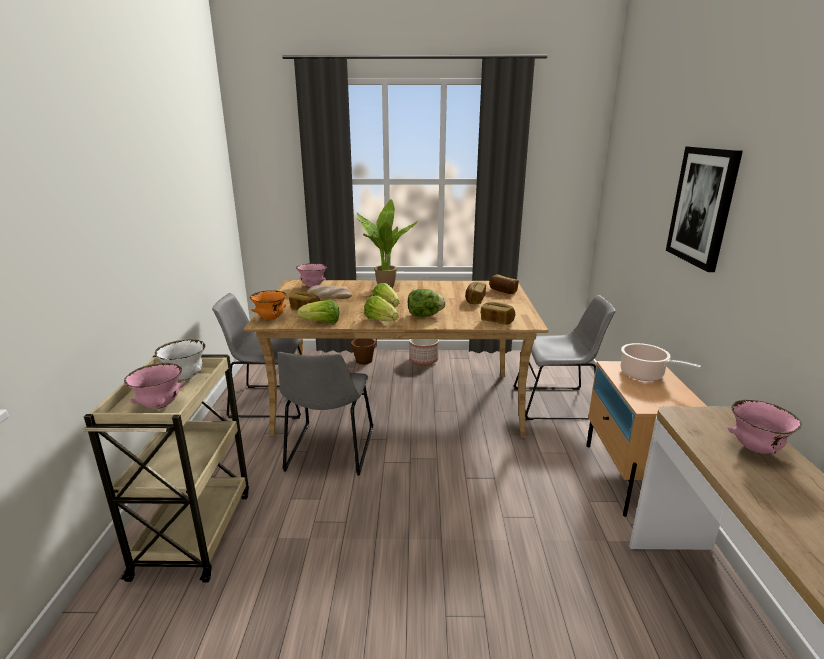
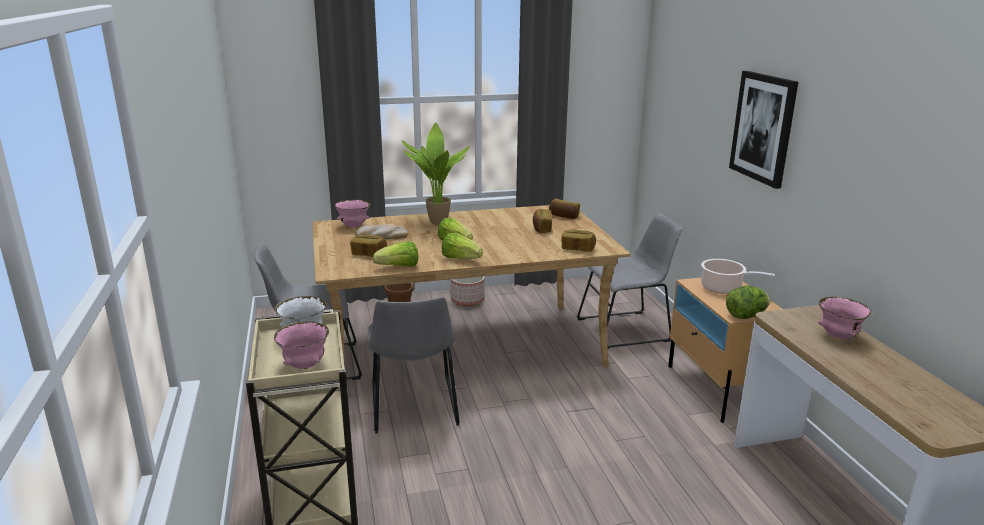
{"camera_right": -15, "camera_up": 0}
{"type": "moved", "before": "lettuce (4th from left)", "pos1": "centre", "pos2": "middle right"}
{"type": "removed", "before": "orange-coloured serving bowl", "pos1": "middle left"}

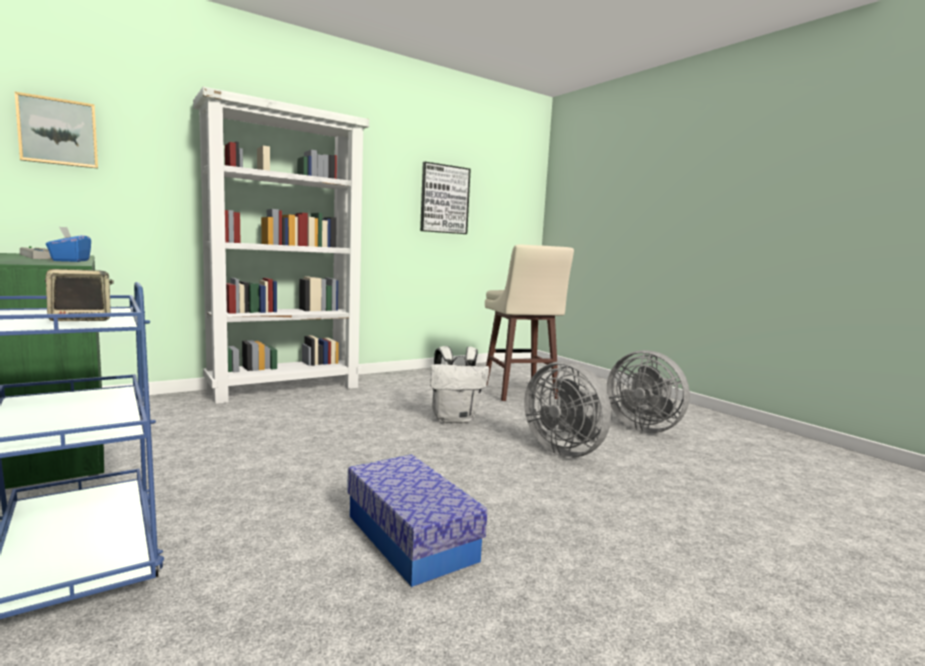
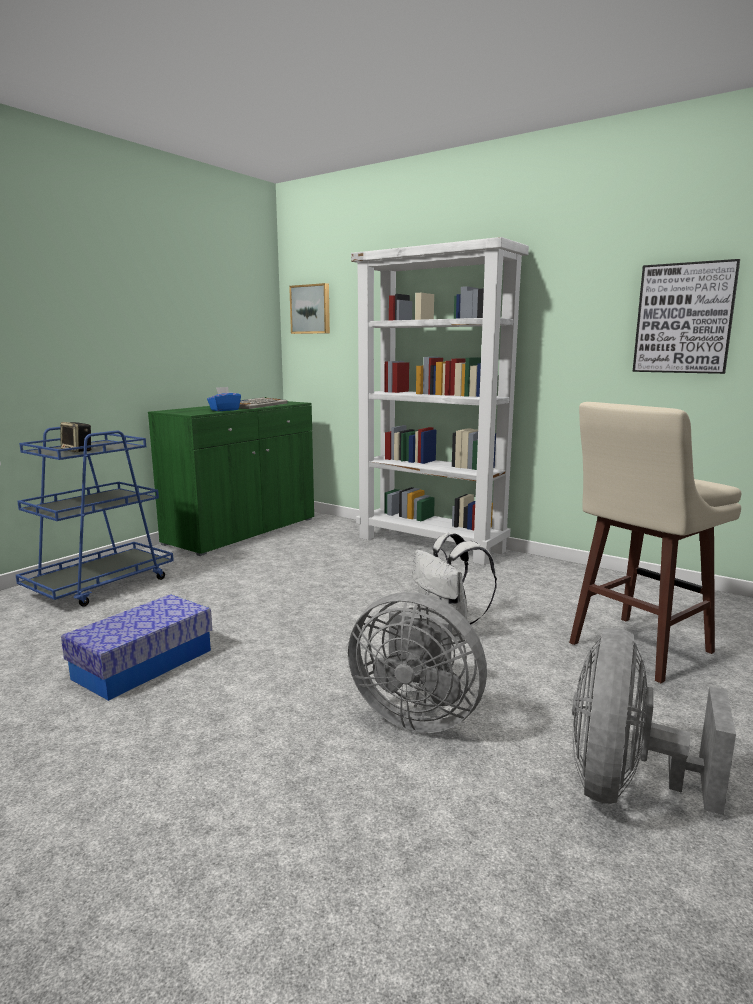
{"camera_right": 70, "camera_up": 5}
{"type": "turned", "before": "greyish electric fan (1st from left)", "pos1": "centre", "pos2": "centre", "turn": -90}

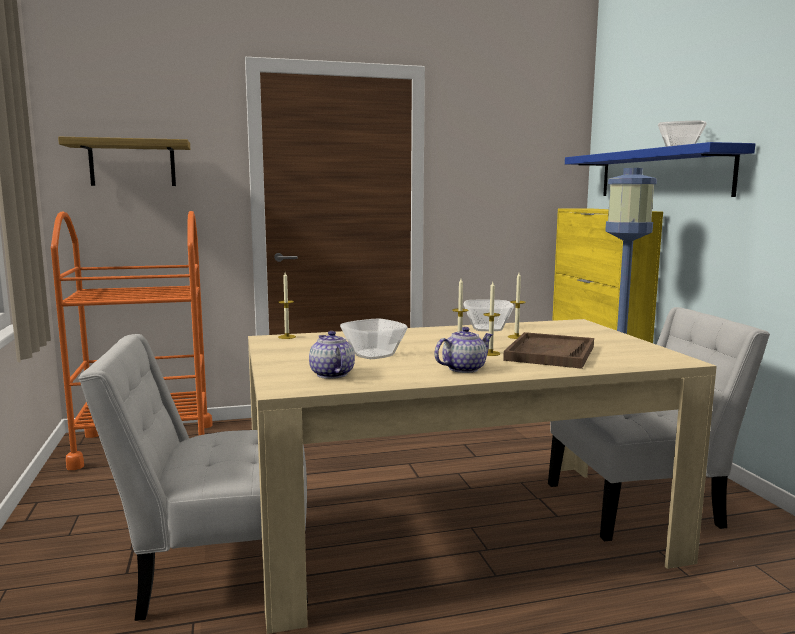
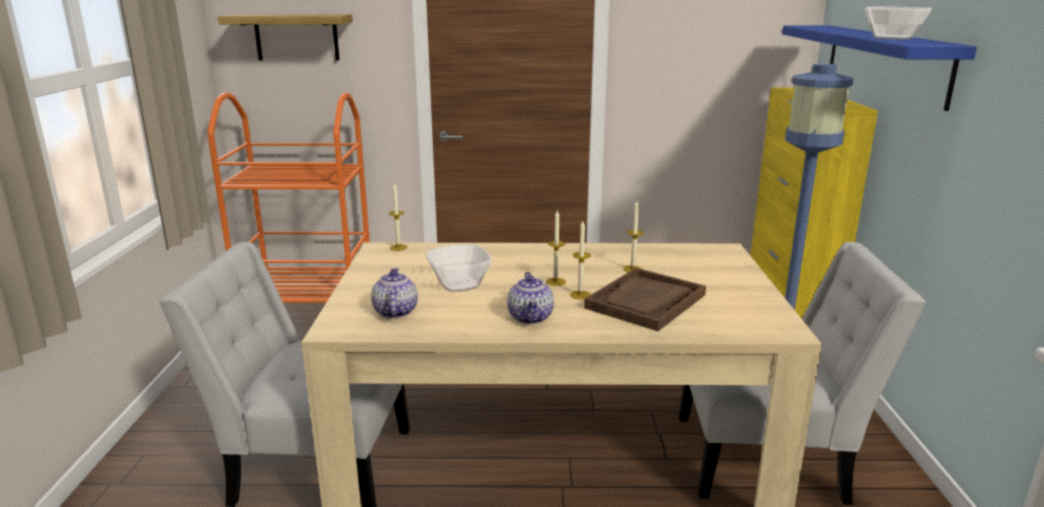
{"camera_right": 15, "camera_up": 10}
{"type": "turned", "before": "teapot (2nd from left)", "pos1": "centre", "pos2": "centre", "turn": 105}
{"type": "removed", "before": "serving bowl (2nd from left)", "pos1": "centre"}

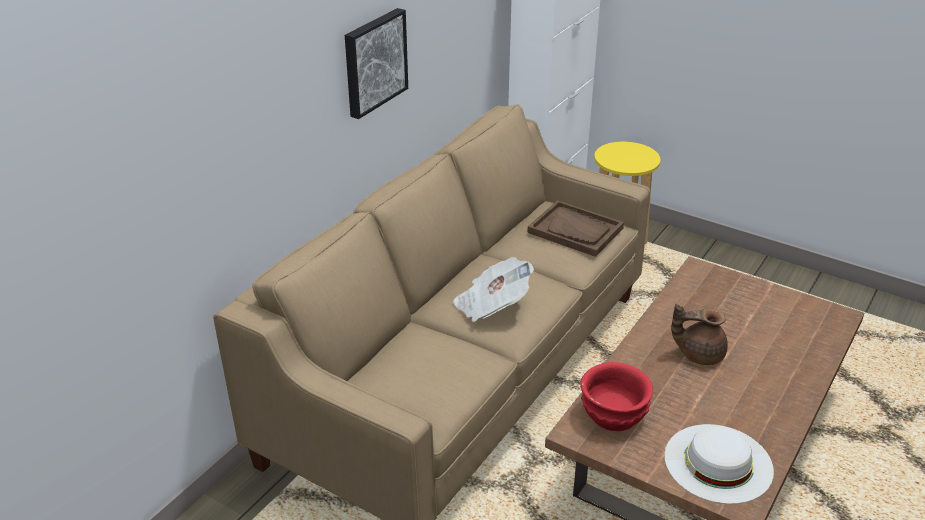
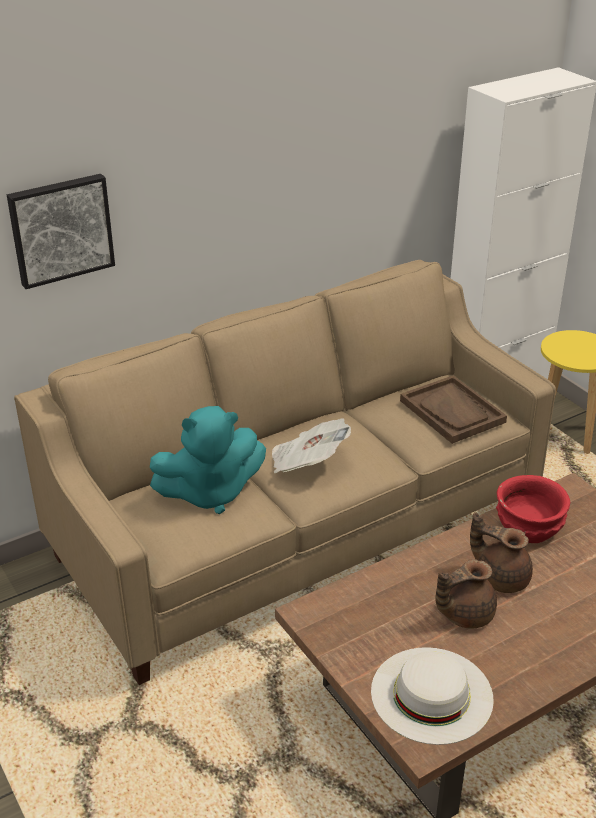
{"camera_right": 25, "camera_up": 0}
{"type": "moved", "before": "wall art", "pos1": "top centre", "pos2": "top left"}
{"type": "added", "after": "blue-green cuddly toy", "pos2": "centre"}
{"type": "added", "after": "brown teapot (1st from left)", "pos2": "bottom right"}
{"type": "moved", "before": "red-coloured serving bowl", "pos1": "bottom right", "pos2": "middle right"}

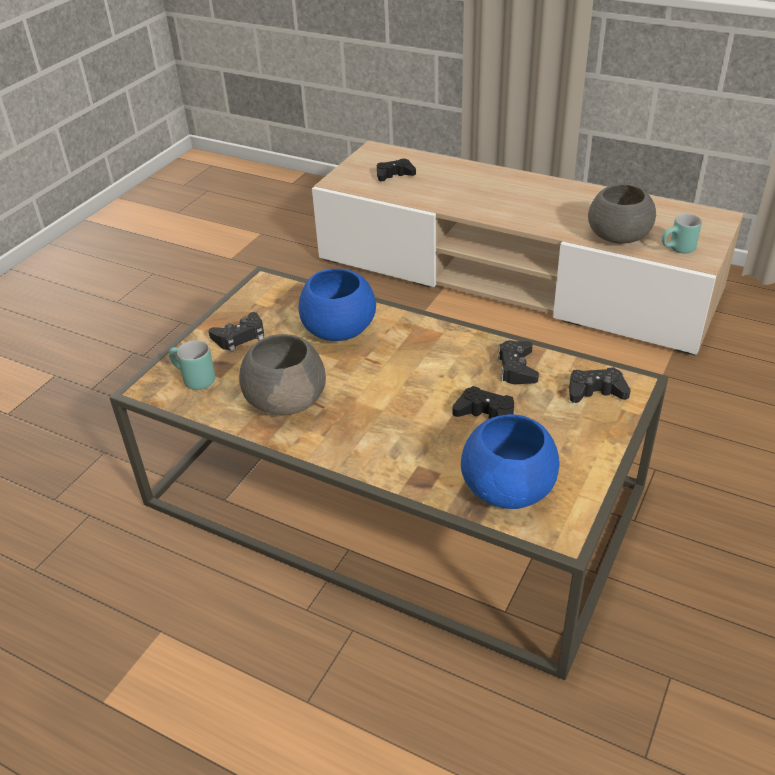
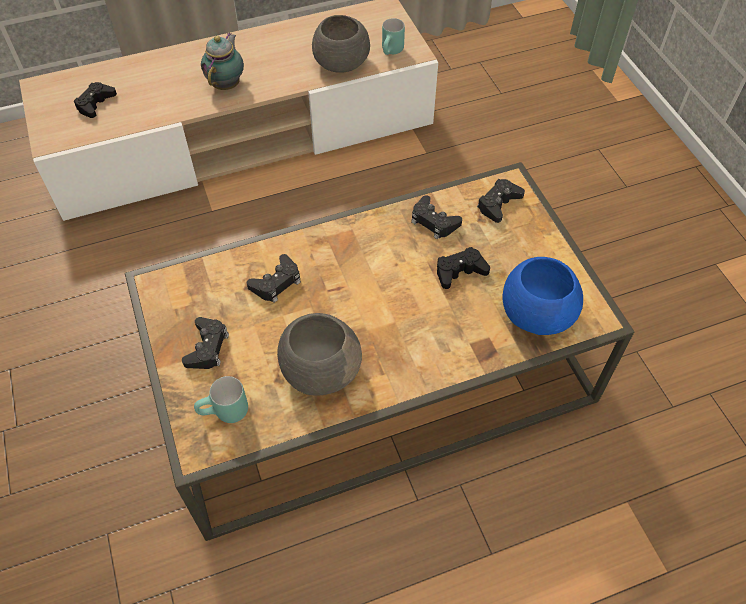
{"camera_right": -50, "camera_up": 15}
{"type": "added", "after": "teapot", "pos2": "top left"}
{"type": "replaced", "before": "blue serving bowl (1st from left)", "after": "blackish gamepad (3rd from left)", "pos1": "centre", "pos2": "centre"}

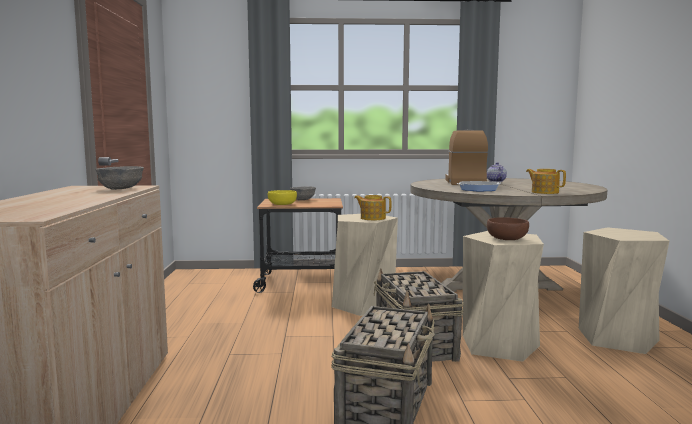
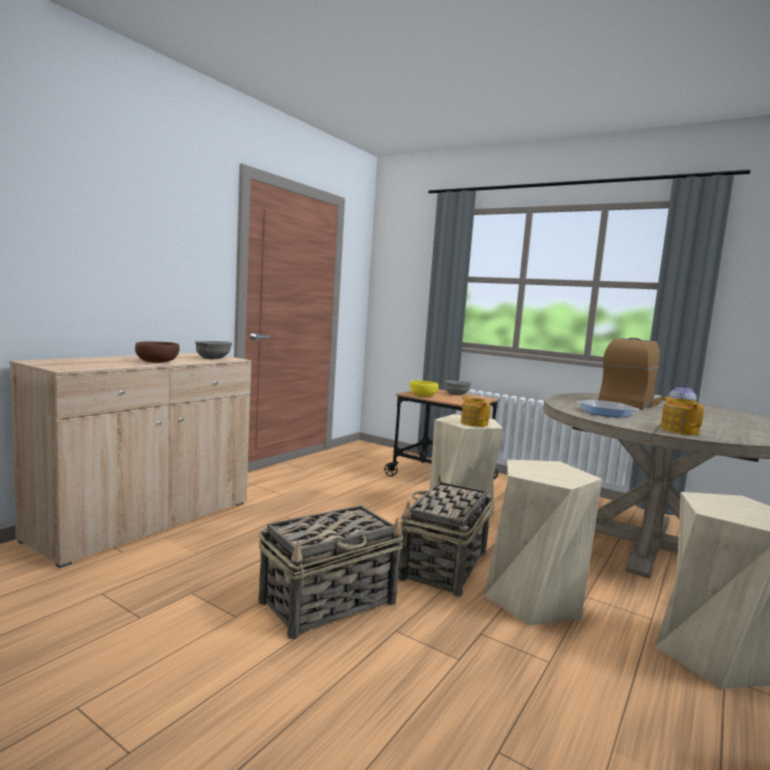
{"camera_right": 35, "camera_up": 0}
{"type": "moved", "before": "brown serving bowl", "pos1": "middle right", "pos2": "middle left"}

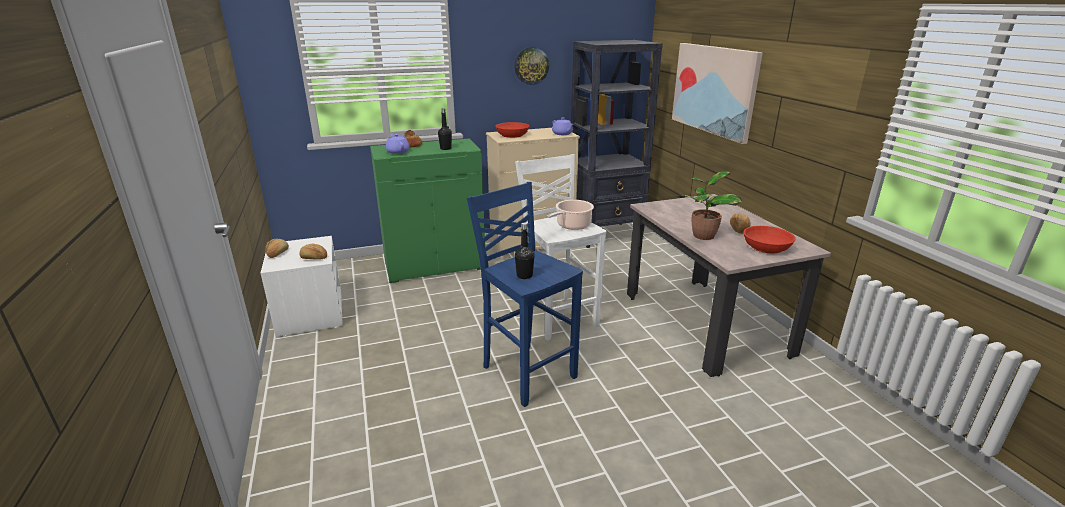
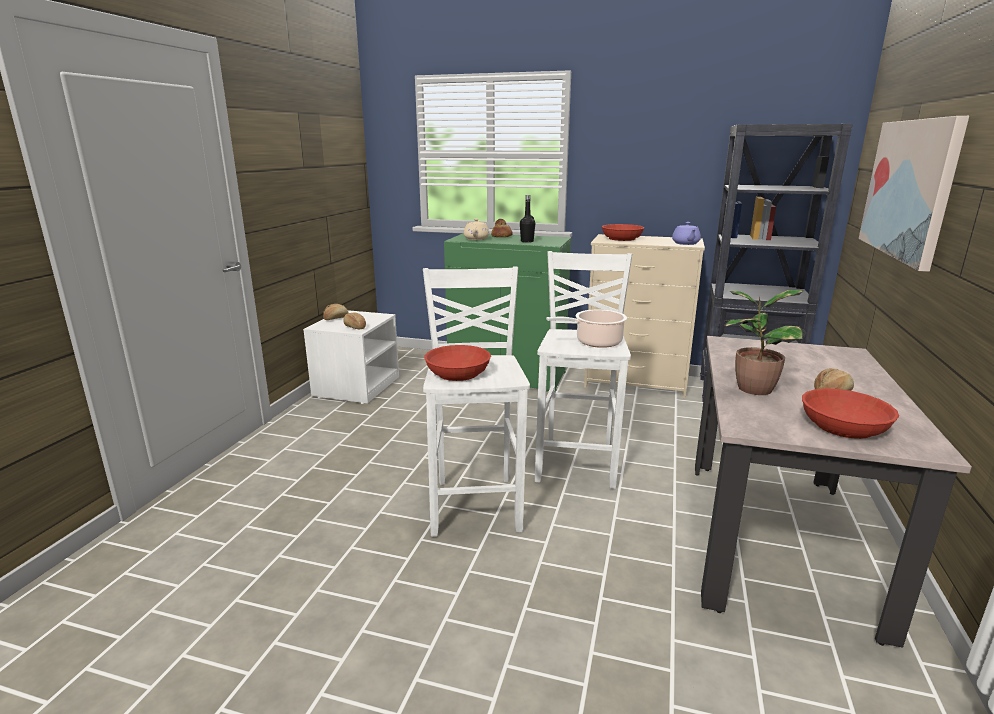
{"camera_right": 35, "camera_up": -5}
{"type": "recoloured", "before": "blue sitting stool", "after": "white-coloured sitting stool (1st from left)", "pos1": "centre", "pos2": "centre"}
{"type": "replaced", "before": "blackish drink bottle (2nd from left)", "after": "red-coloured serving bowl (1st from left)", "pos1": "centre", "pos2": "centre"}
{"type": "recoloured", "before": "purple-coloured teapot (1st from left)", "after": "sand-coloured teapot", "pos1": "top centre", "pos2": "top centre"}
{"type": "removed", "before": "hanging clock", "pos1": "top centre"}

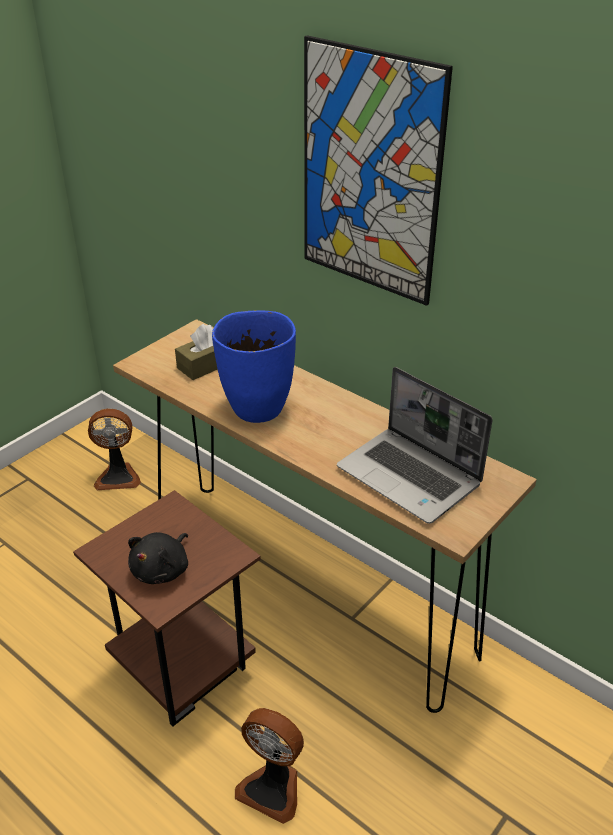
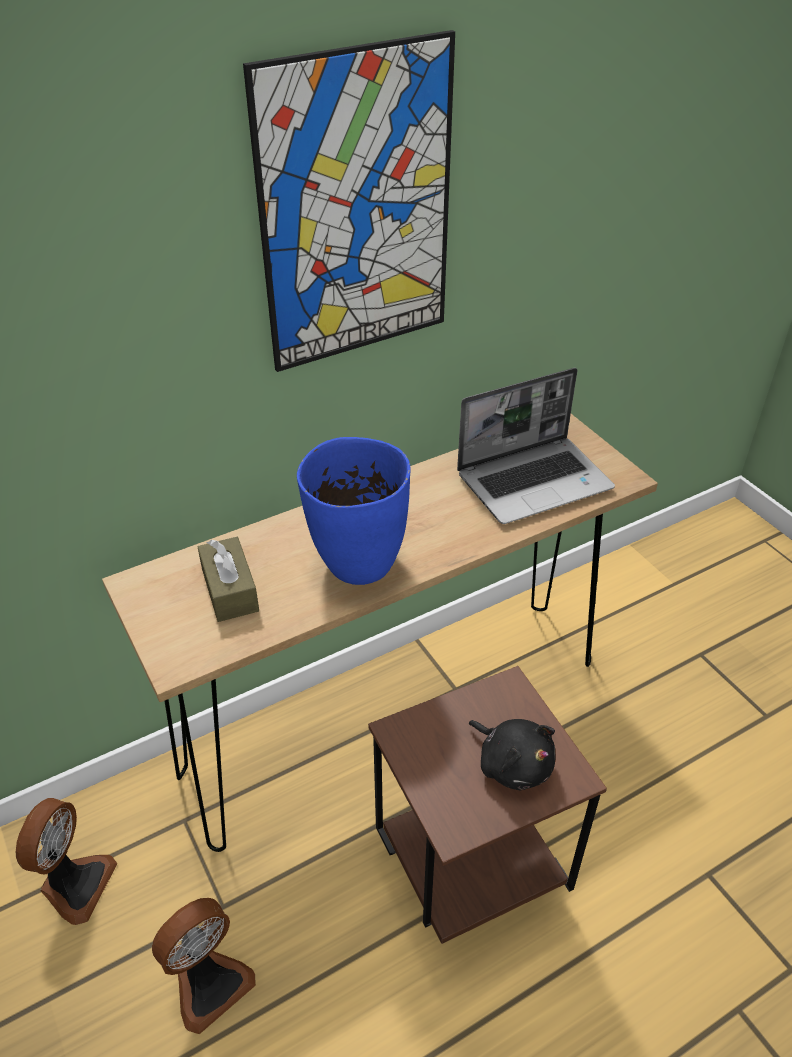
{"camera_right": -70, "camera_up": 5}
{"type": "moved", "before": "electric fan (2nd from left)", "pos1": "bottom centre", "pos2": "bottom left"}

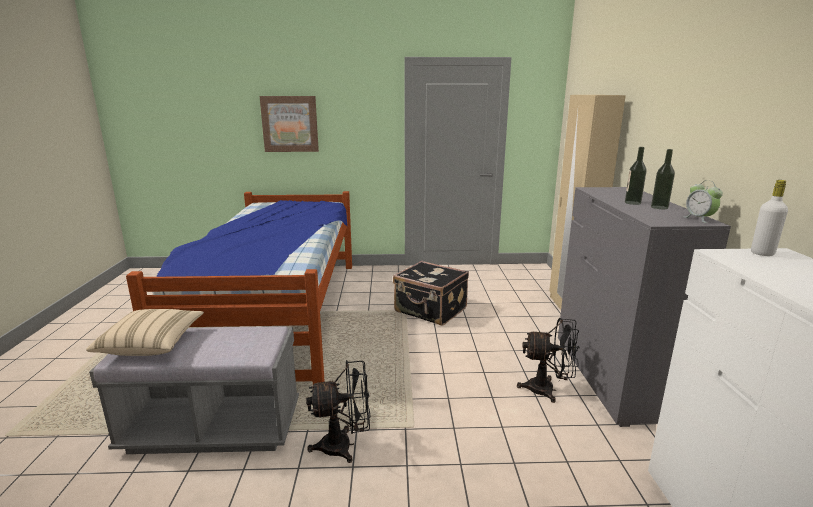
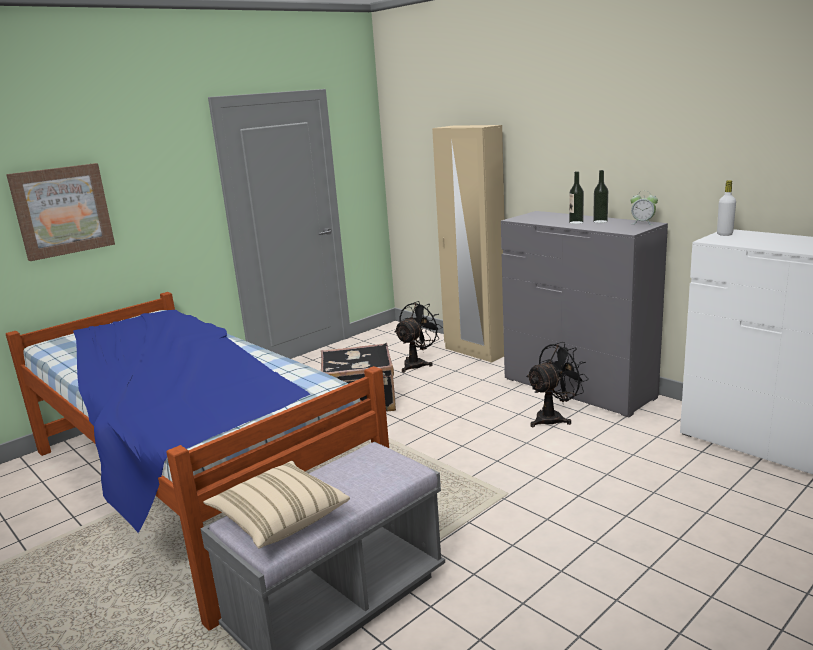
{"camera_right": -40, "camera_up": 0}
{"type": "moved", "before": "blackish electric fan (1st from left)", "pos1": "bottom centre", "pos2": "centre"}

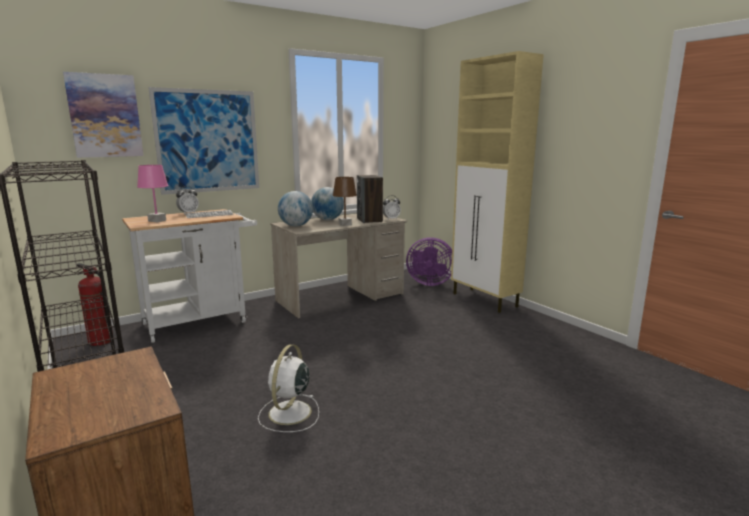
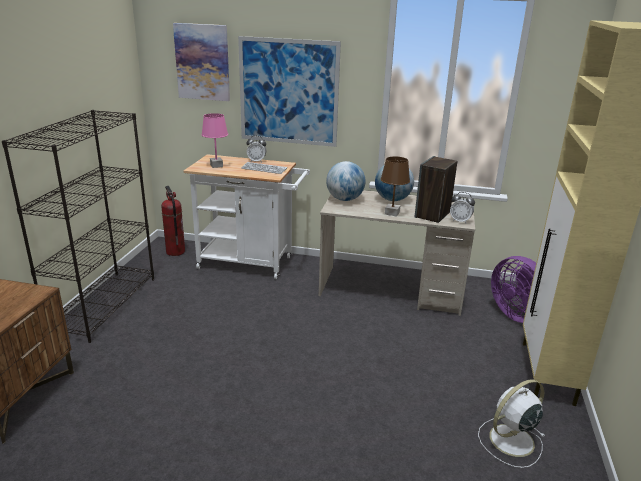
{"camera_right": 45, "camera_up": 10}
{"type": "moved", "before": "white-coloured electric fan", "pos1": "bottom centre", "pos2": "bottom right"}

